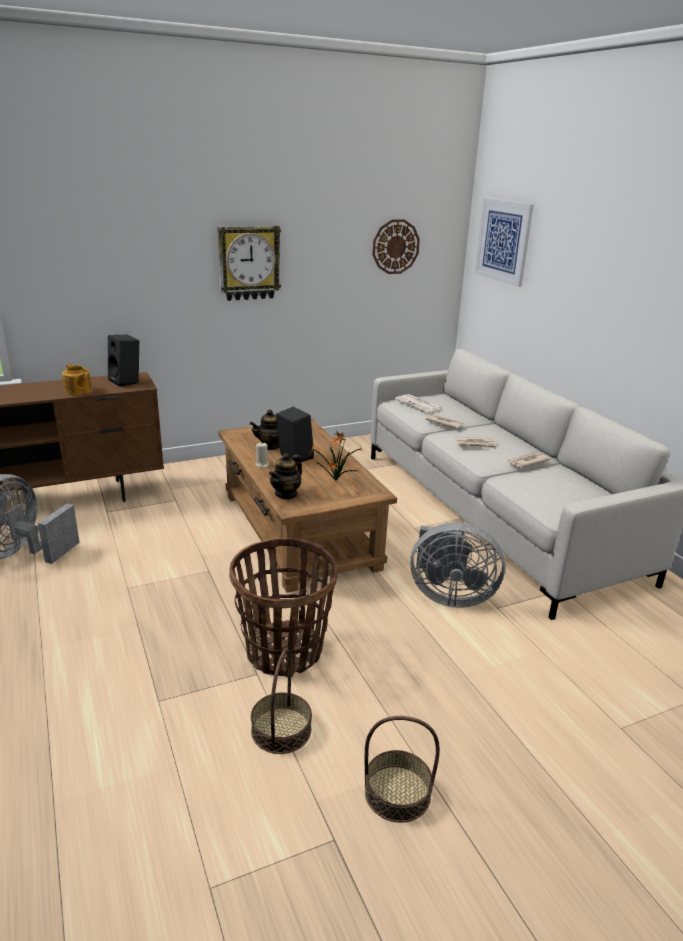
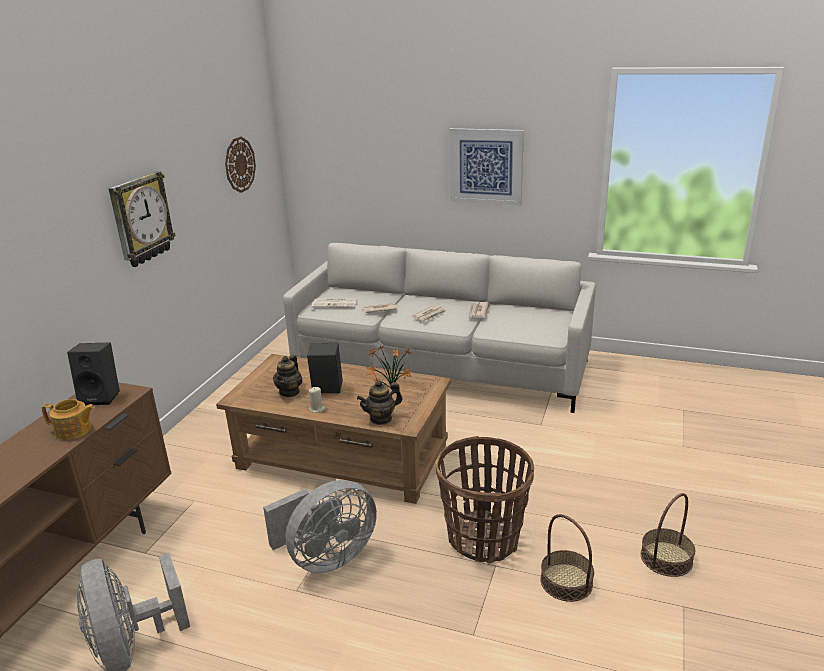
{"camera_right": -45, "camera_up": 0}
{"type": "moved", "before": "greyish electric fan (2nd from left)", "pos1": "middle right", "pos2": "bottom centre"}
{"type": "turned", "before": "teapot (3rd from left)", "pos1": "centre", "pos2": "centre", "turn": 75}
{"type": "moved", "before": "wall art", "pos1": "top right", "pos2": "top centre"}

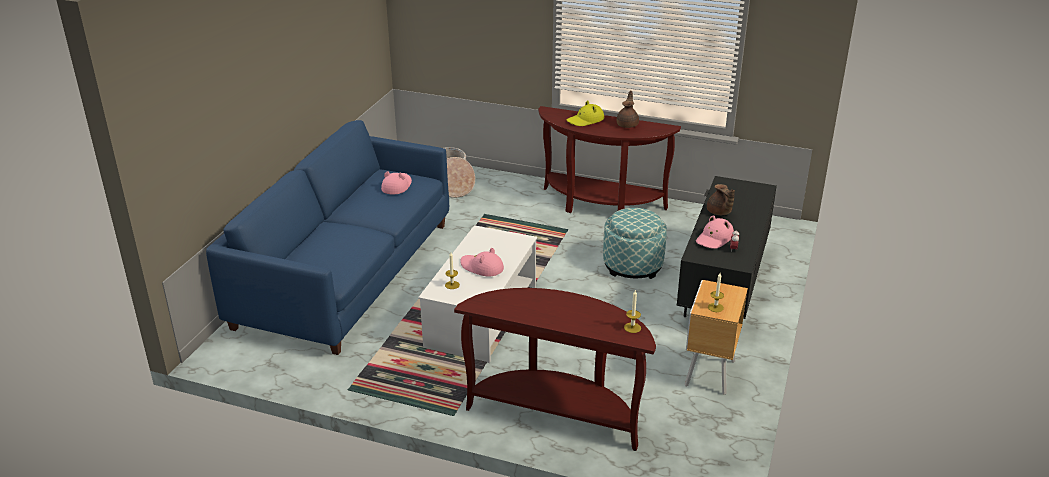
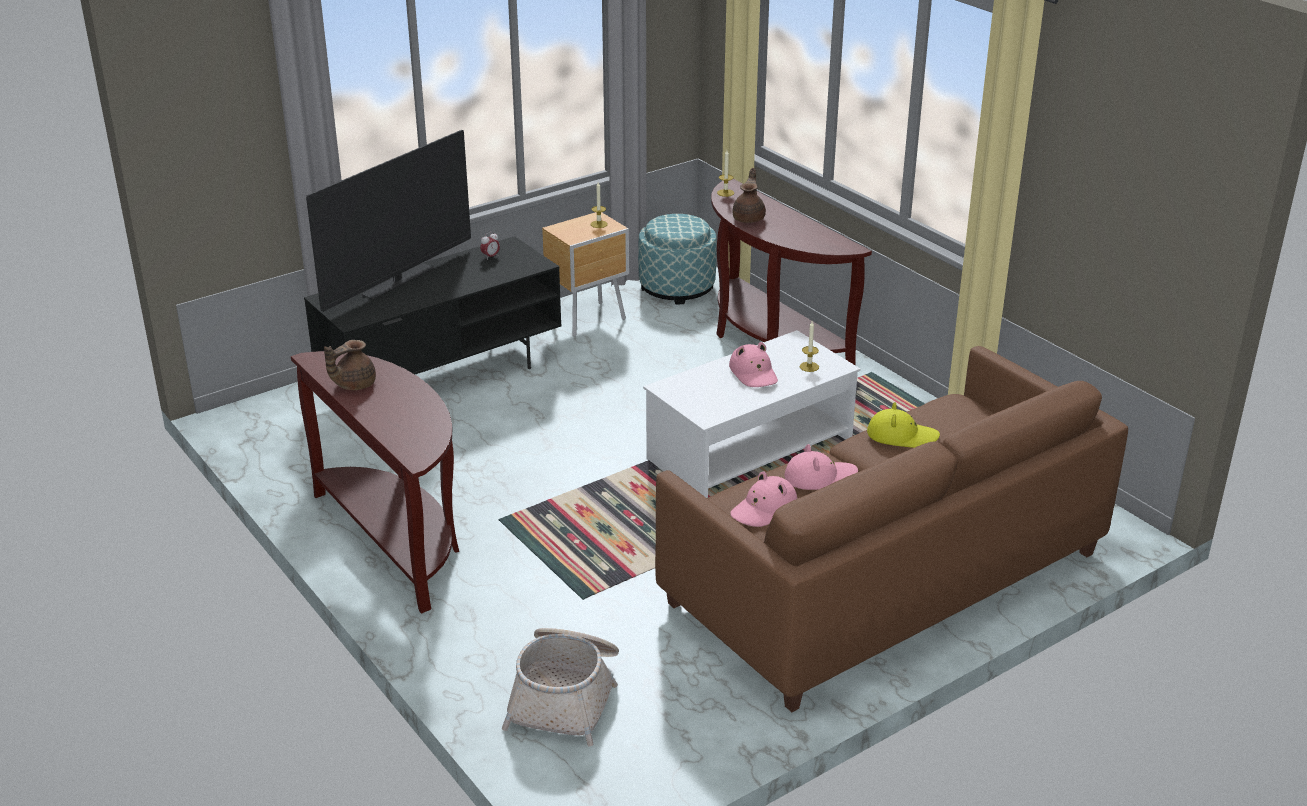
{"camera_right": -145, "camera_up": 0}
{"type": "added", "after": "television", "pos2": "top left"}
{"type": "moved", "before": "pouffe", "pos1": "centre", "pos2": "top centre"}
{"type": "recoloured", "before": "blue sofa", "after": "brown sofa", "pos1": "middle left", "pos2": "middle right"}
{"type": "moved", "before": "brown teapot (2nd from left)", "pos1": "middle right", "pos2": "top centre"}
{"type": "moved", "before": "pinkish wearable hat (3rd from left)", "pos1": "middle right", "pos2": "centre"}
{"type": "moved", "before": "yellow-coloured wearable hat", "pos1": "top centre", "pos2": "middle right"}

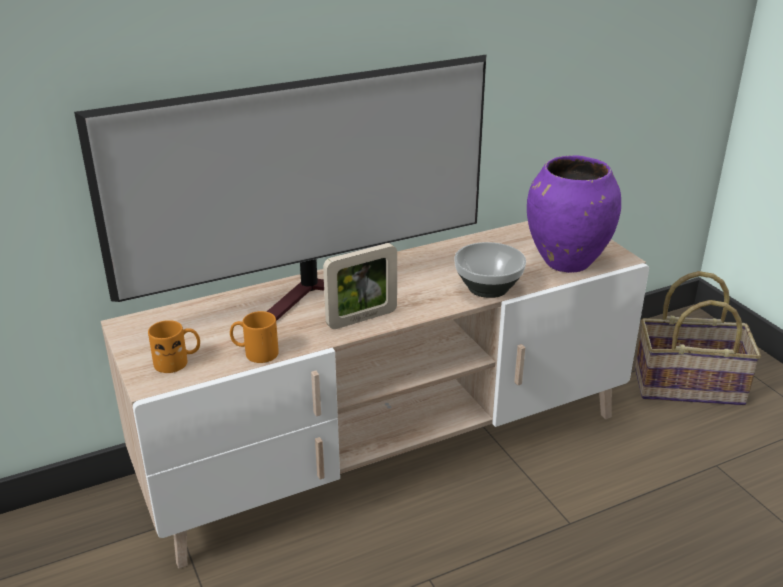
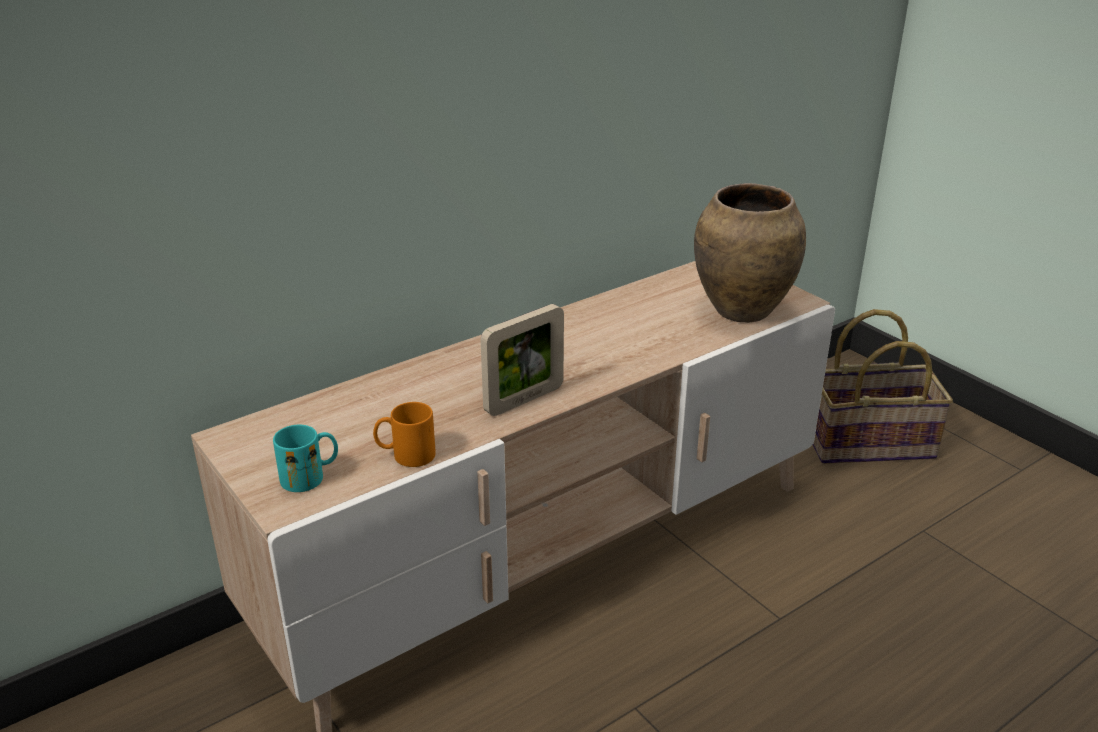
{"camera_right": -10, "camera_up": 0}
{"type": "recoloured", "before": "orange-coloured coffee mug (1st from left)", "after": "blue-green coffee mug", "pos1": "middle left", "pos2": "middle left"}
{"type": "recoloured", "before": "purple-coloured decorative vase", "after": "brown decorative vase", "pos1": "middle right", "pos2": "middle right"}
{"type": "removed", "before": "television", "pos1": "top centre"}
{"type": "removed", "before": "serving bowl", "pos1": "centre"}

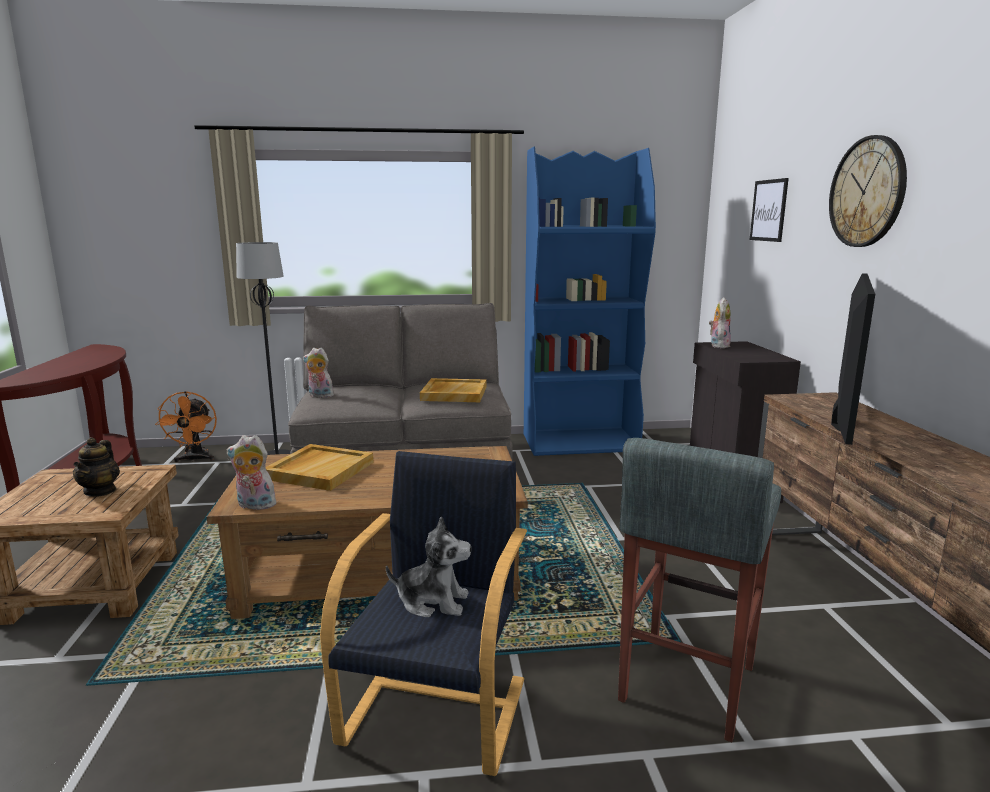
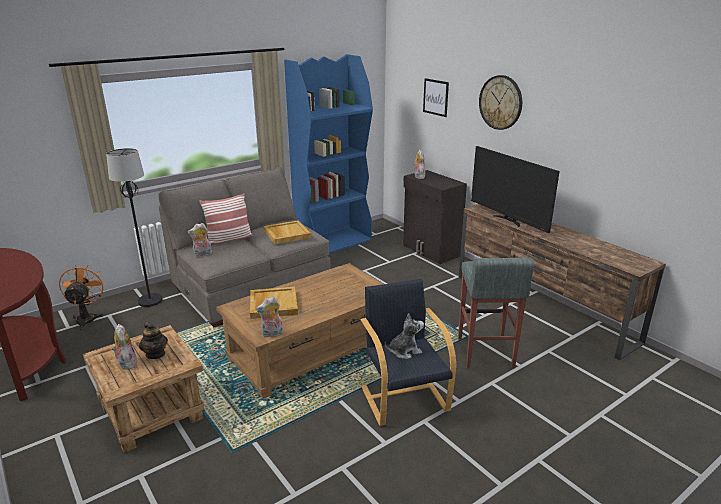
{"camera_right": -30, "camera_up": 10}
{"type": "turned", "before": "orange-coloured electric fan", "pos1": "middle left", "pos2": "middle left", "turn": -150}
{"type": "added", "after": "cuddly toy (1st from left)", "pos2": "bottom left"}
{"type": "added", "after": "cushion", "pos2": "middle left"}
{"type": "turned", "before": "television", "pos1": "middle right", "pos2": "middle right", "turn": 150}

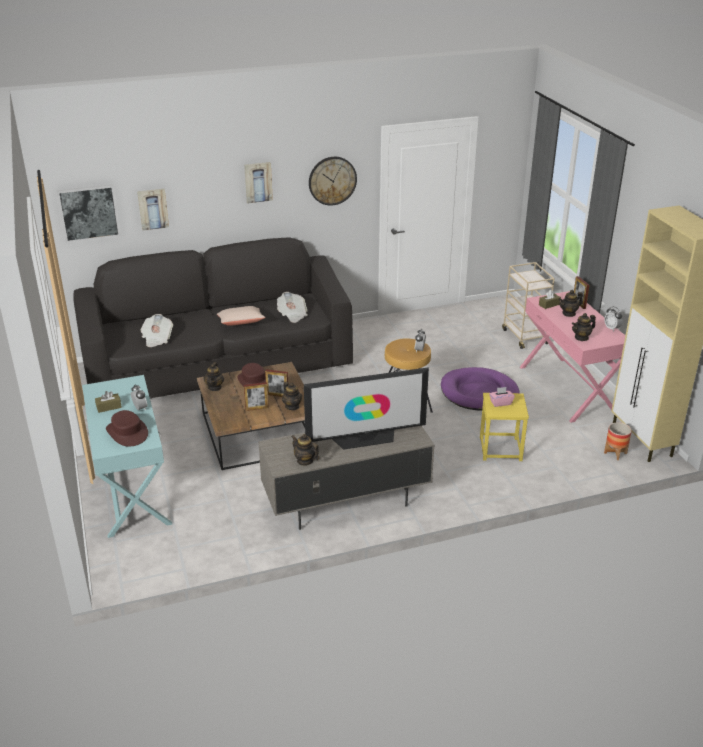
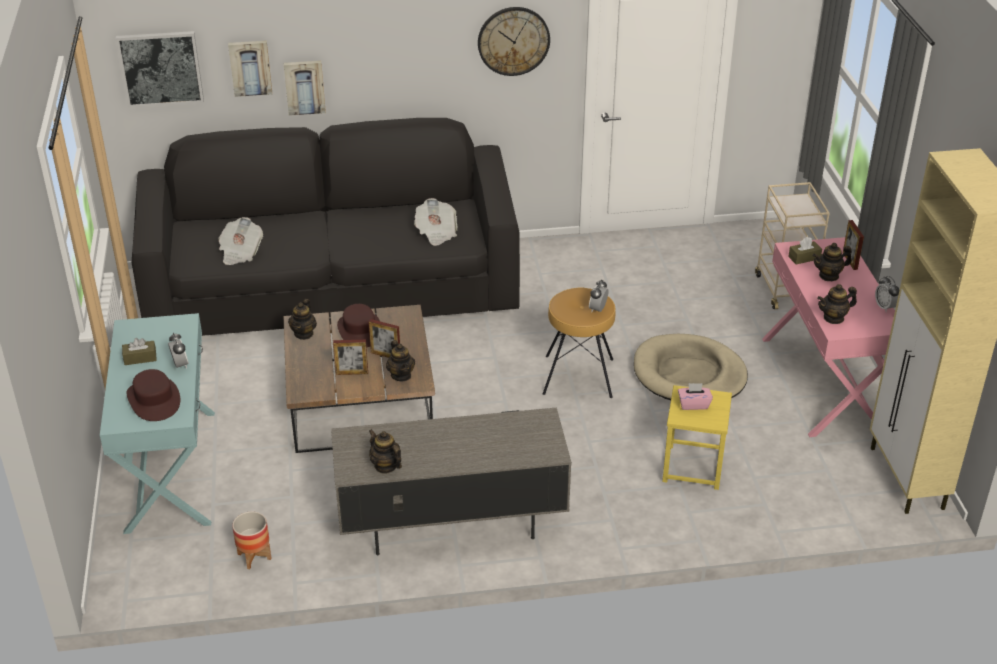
{"camera_right": 10, "camera_up": 5}
{"type": "moved", "before": "plant pot", "pos1": "middle right", "pos2": "bottom left"}
{"type": "moved", "before": "wall art (3rd from left)", "pos1": "top centre", "pos2": "top left"}
{"type": "recoloured", "before": "purple-coloured dog cushion", "after": "sand-coloured dog cushion", "pos1": "middle right", "pos2": "middle right"}
{"type": "removed", "before": "sand-coloured cushion", "pos1": "centre"}
{"type": "removed", "before": "television", "pos1": "centre"}

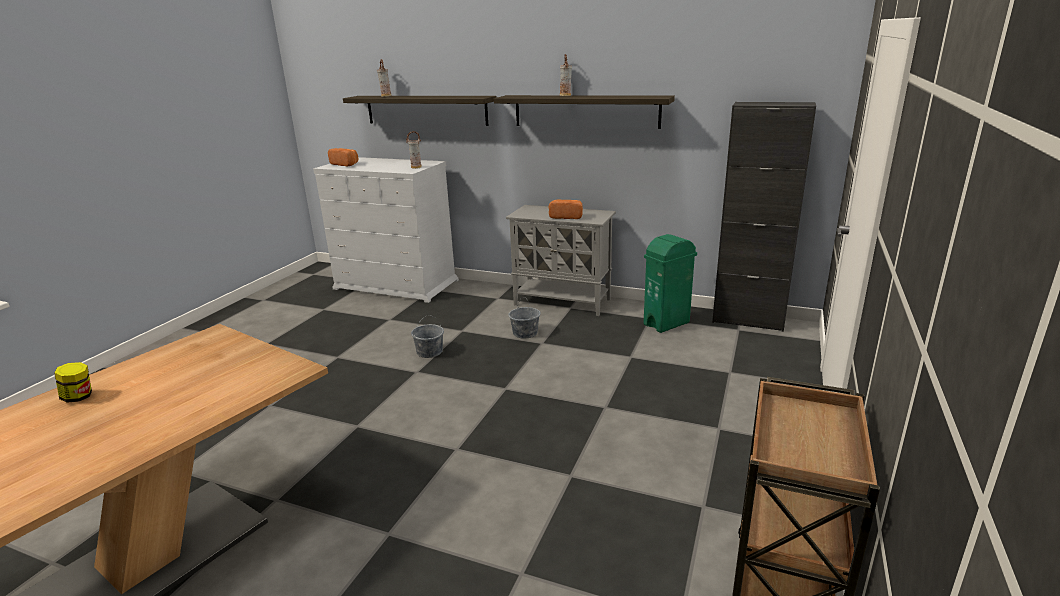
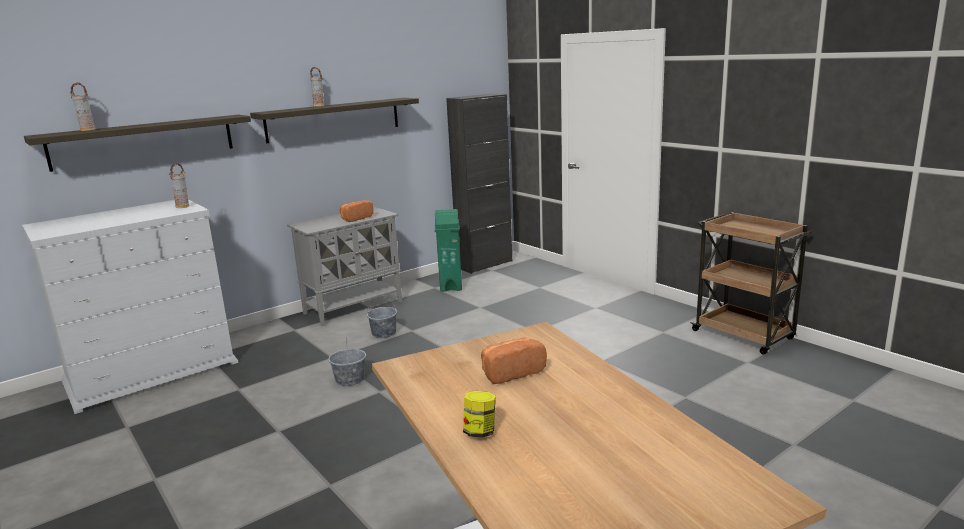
{"camera_right": -60, "camera_up": -5}
{"type": "moved", "before": "bread (1st from left in the first image)", "after": "bread (2nd from left)", "pos1": "top left", "pos2": "bottom centre"}

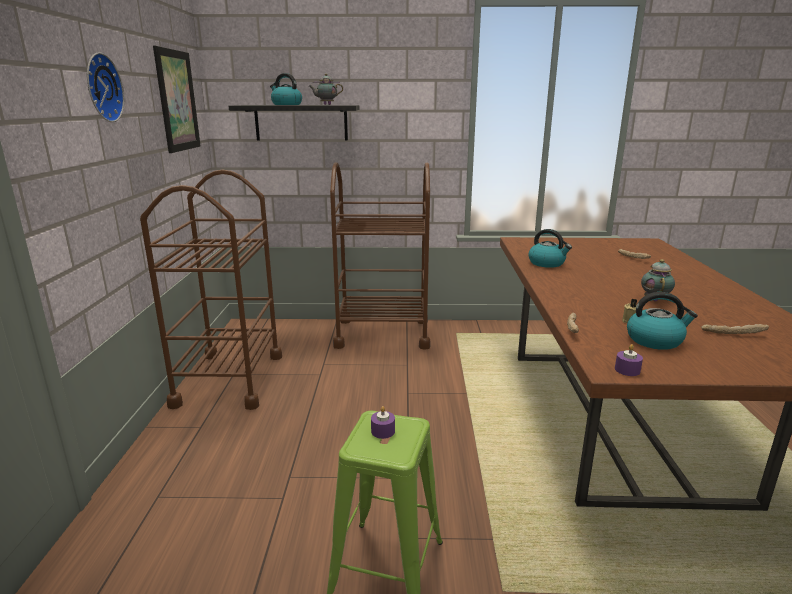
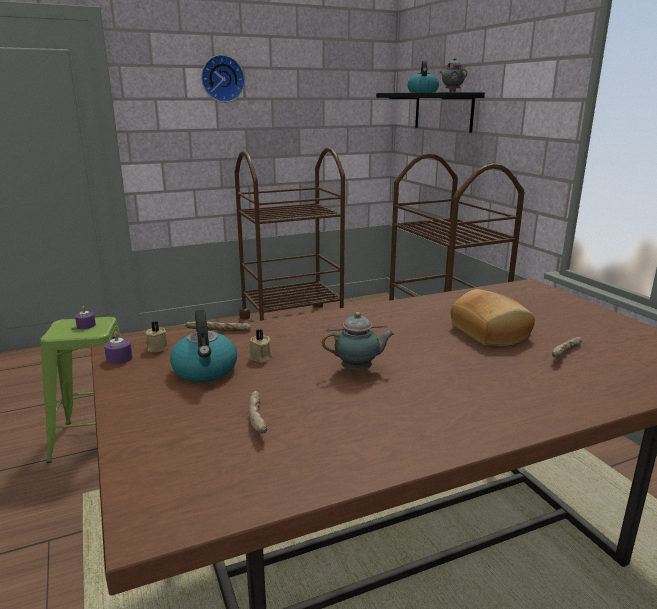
{"camera_right": 65, "camera_up": 0}
{"type": "added", "after": "sand-coloured wax candle (1st from left)", "pos2": "middle left"}
{"type": "added", "after": "bread (3rd from left)", "pos2": "middle right"}
{"type": "removed", "before": "wall art", "pos1": "top left"}
{"type": "removed", "before": "kettle (2nd from left)", "pos1": "middle right"}

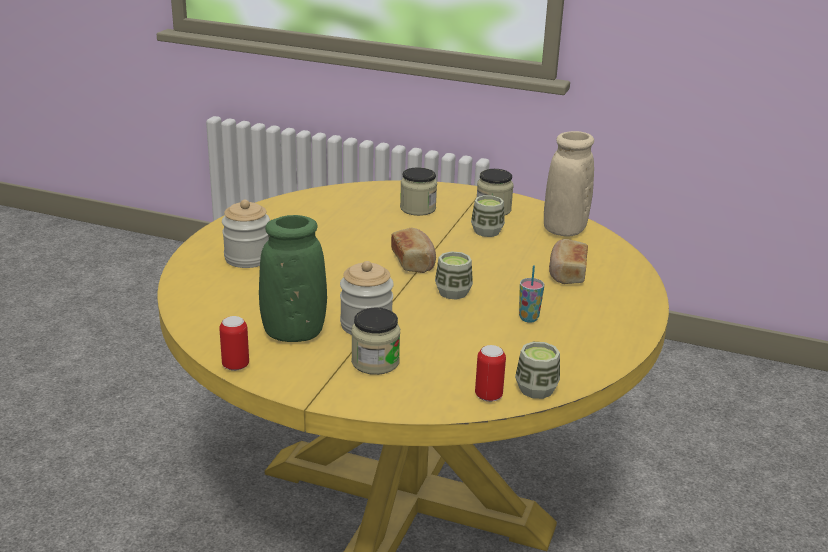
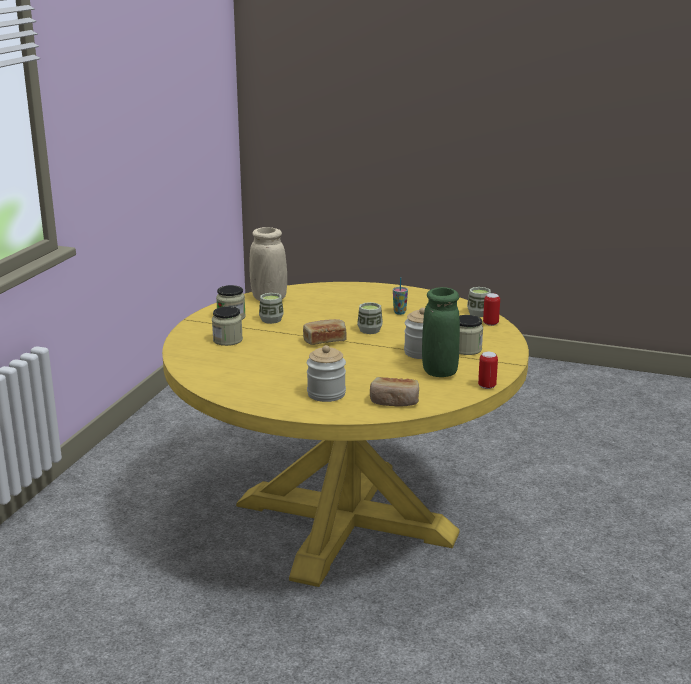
{"camera_right": -90, "camera_up": -5}
{"type": "moved", "before": "bread (2nd from left)", "pos1": "middle right", "pos2": "centre"}

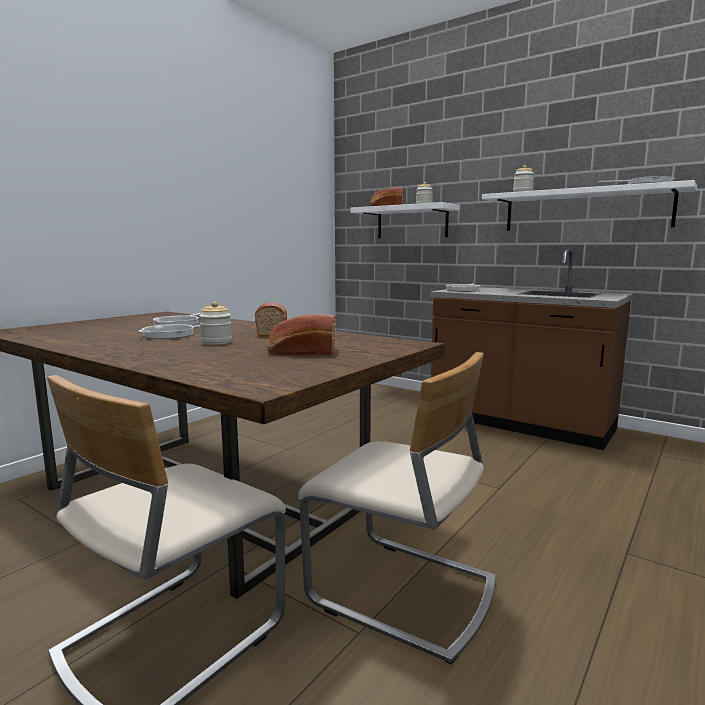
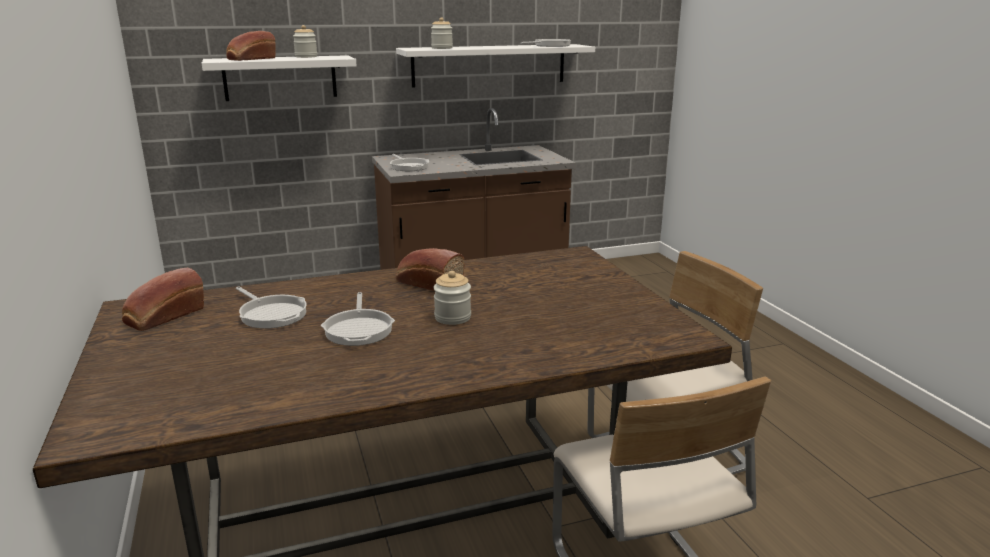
{"camera_right": -55, "camera_up": 10}
{"type": "moved", "before": "bread (2nd from left in the first image)", "after": "bread (1st from left)", "pos1": "centre", "pos2": "middle left"}

